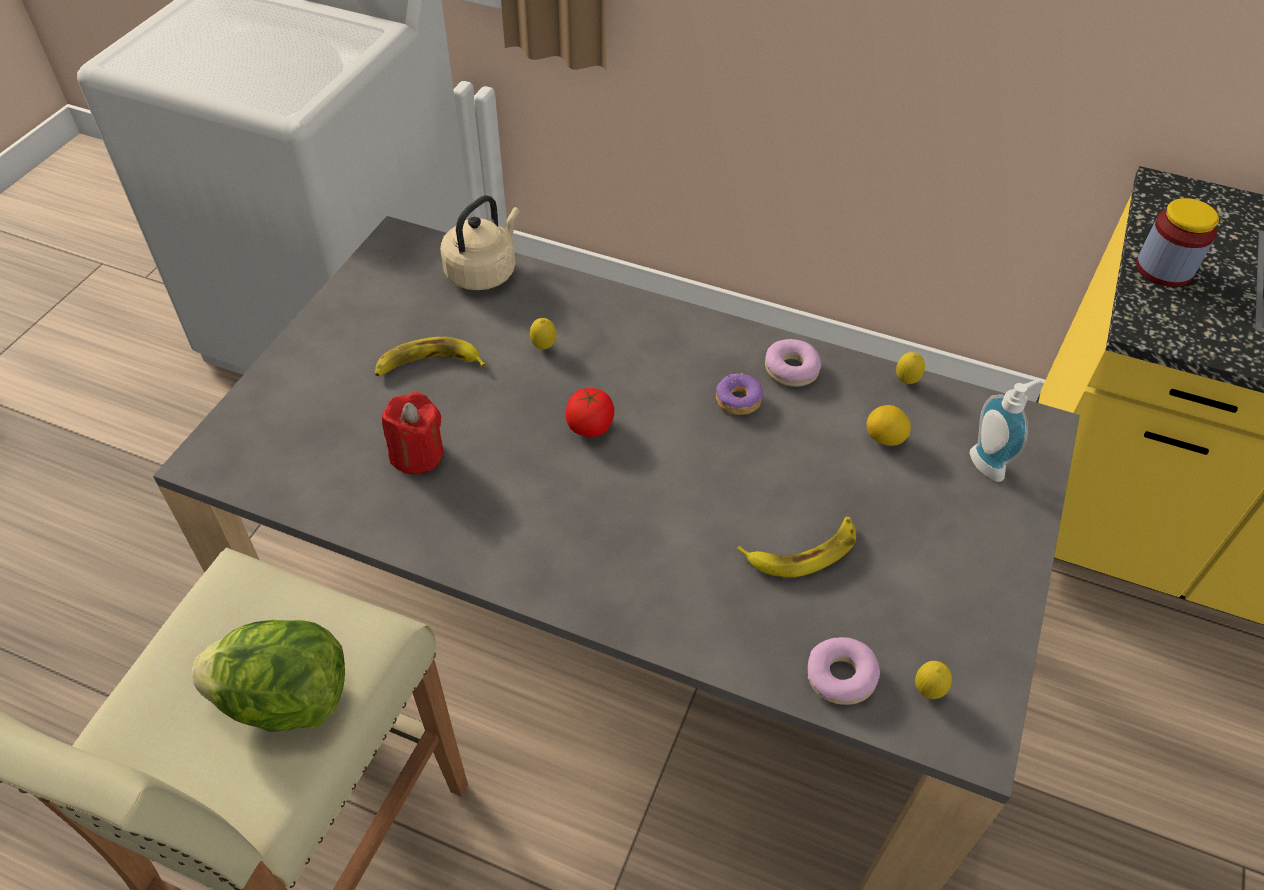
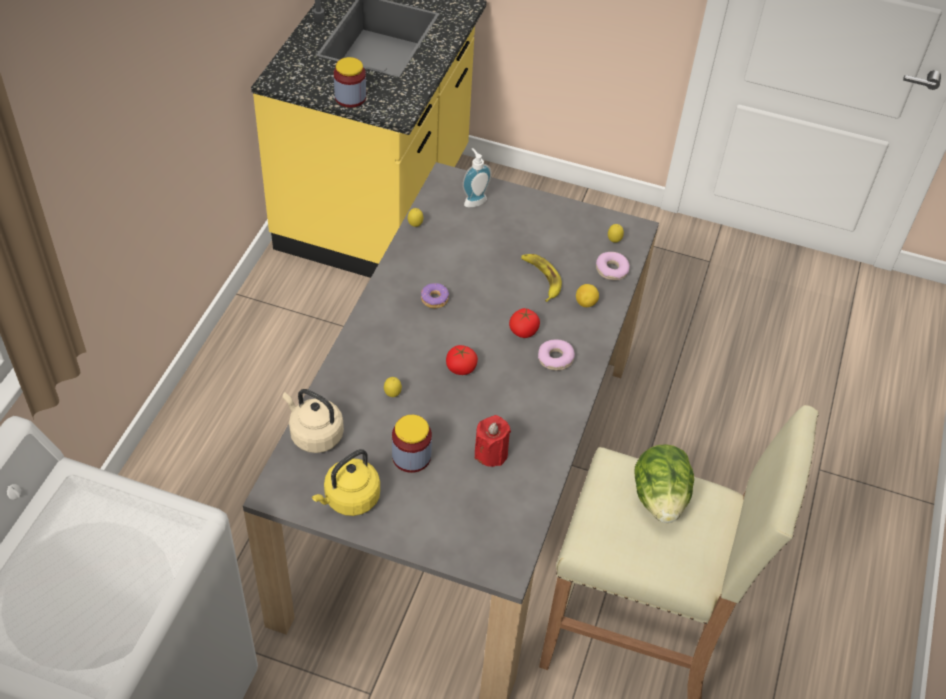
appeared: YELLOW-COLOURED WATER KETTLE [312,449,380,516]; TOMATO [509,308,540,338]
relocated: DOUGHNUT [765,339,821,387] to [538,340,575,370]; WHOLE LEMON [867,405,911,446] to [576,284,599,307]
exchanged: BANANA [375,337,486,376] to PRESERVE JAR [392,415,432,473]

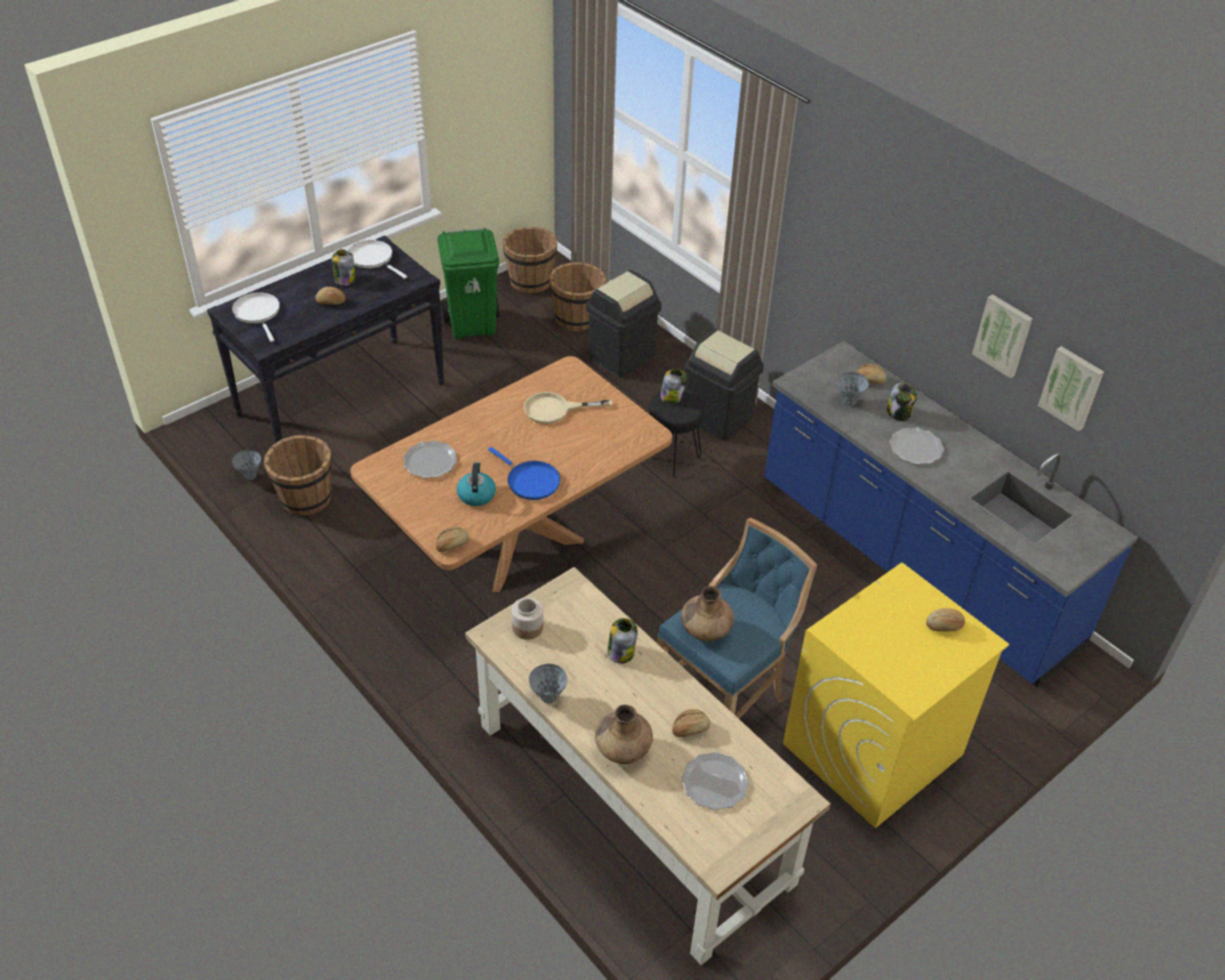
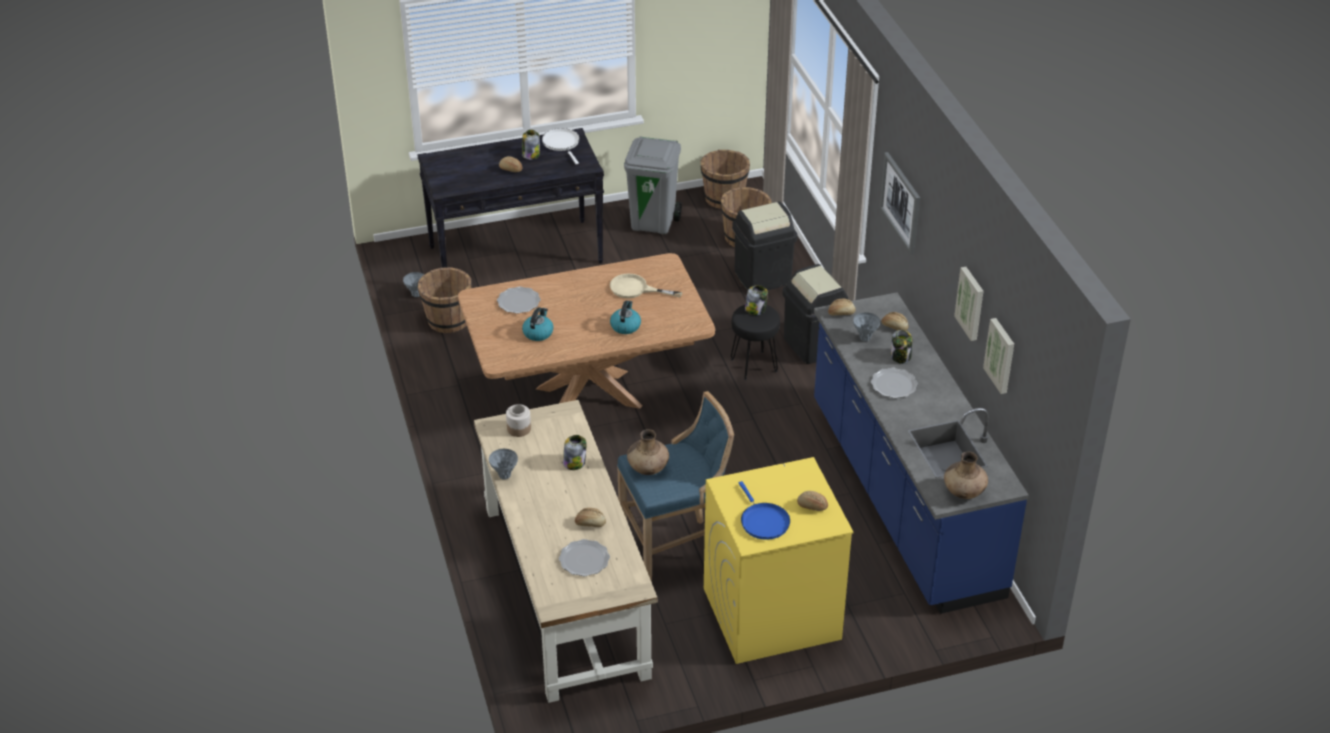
missing: WHITE FRYING PAN [232,292,280,342]
appeared: WATER KETTLE [610,301,641,334]; WALL ART [879,152,920,255]
relocated: BLUE FRYING PAN [488,447,560,500] to [739,481,790,540]; BAKERY BREAD [436,526,469,552] to [828,299,856,316]; BROWNISH DECORATIVE VASE [595,705,653,764] to [944,451,988,499]
colour: GREEN-COLOURED TRASH CAN [437,228,499,339] to GREY TRASH CAN [624,136,682,234]

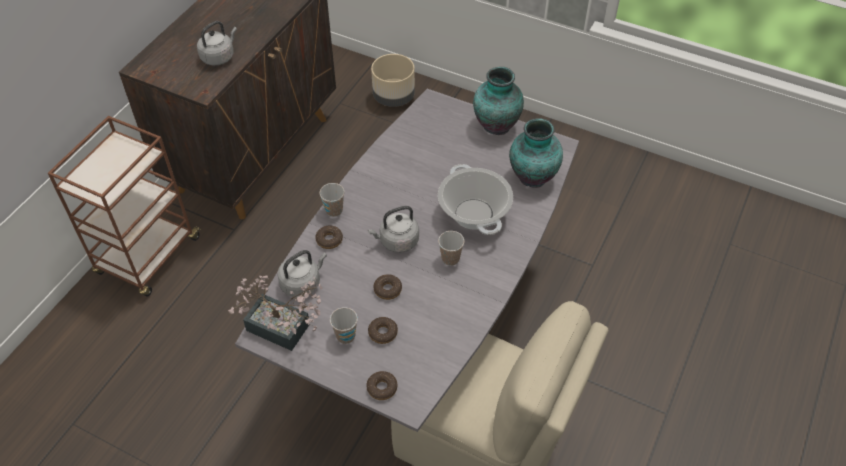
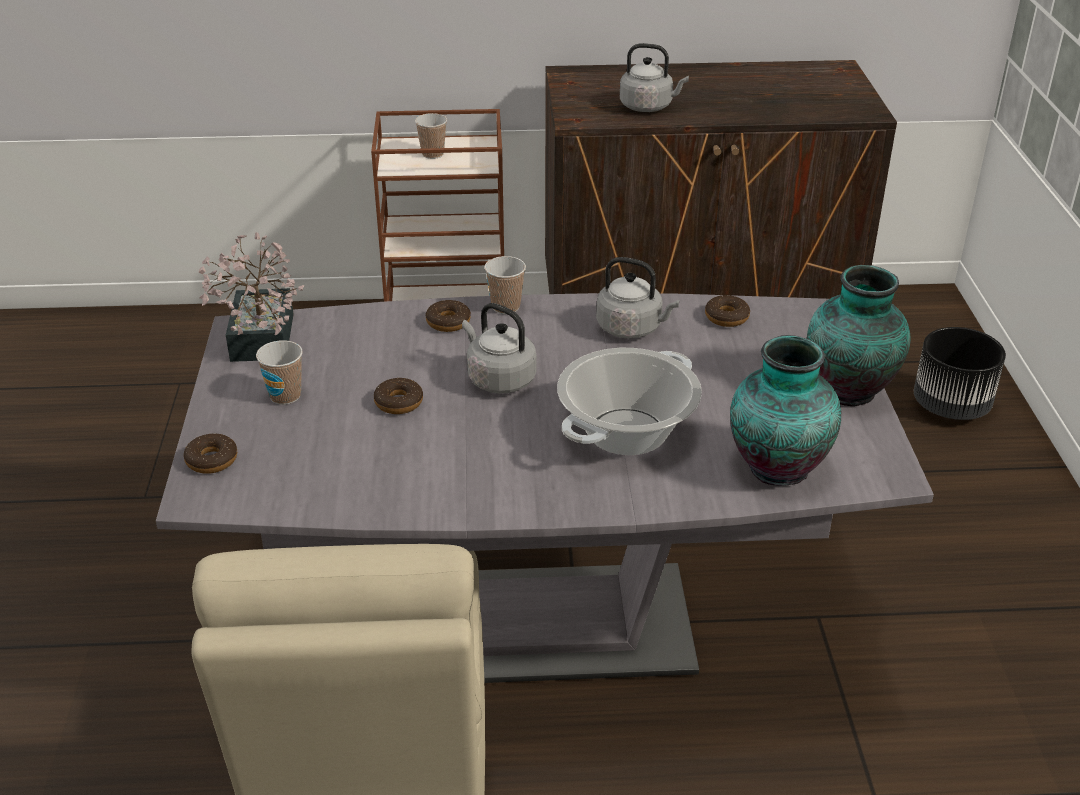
relocated: SMALL CUP [438,231,464,266] to [415,113,447,159]; GREY WATER KETTLE [278,250,327,297] to [596,257,679,339]; DOUGHNUT [368,317,398,344] to [705,295,750,327]
colour: BEIGE FLOWER POT [371,54,415,107] to BLACKISH FLOWER POT [914,327,1006,420]

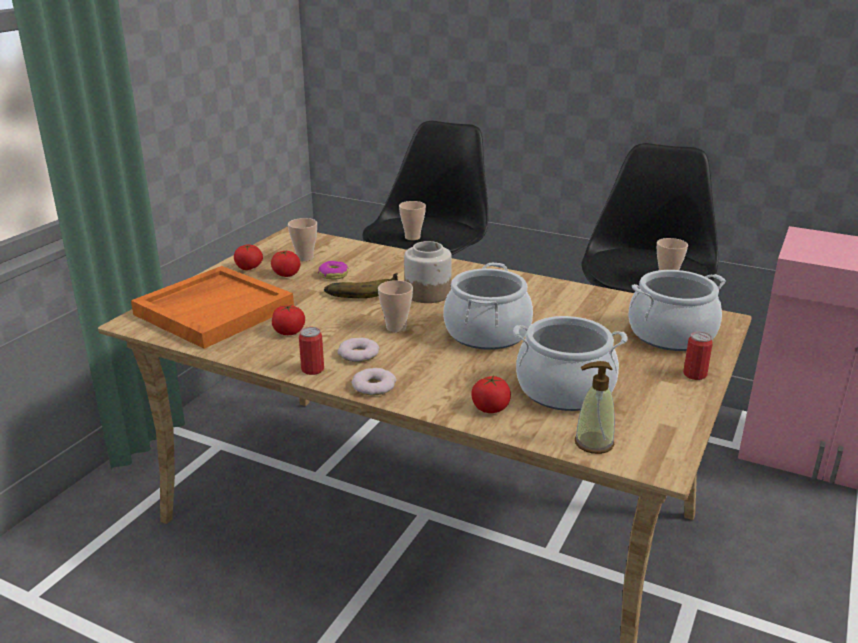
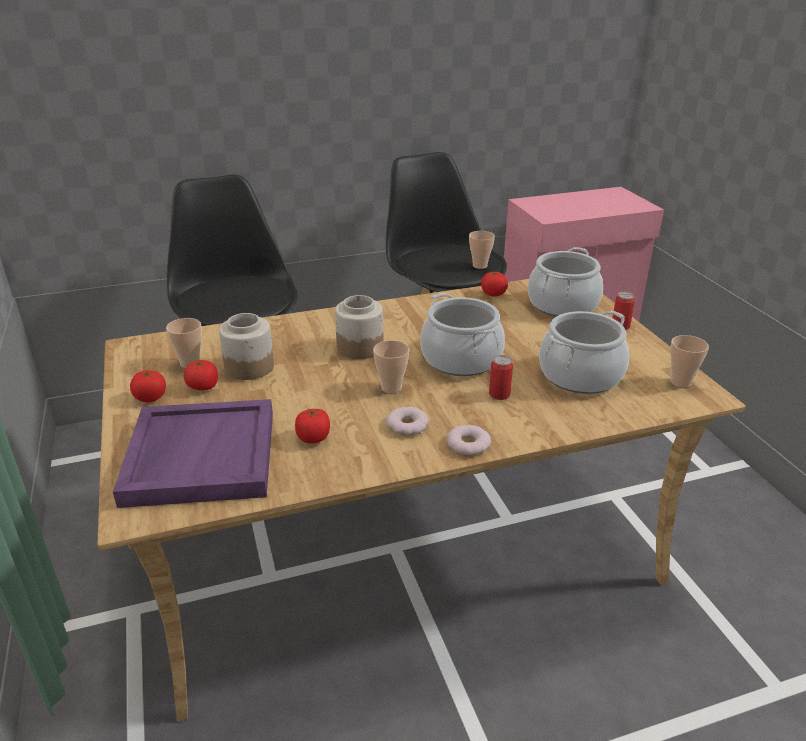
missing: BANANA [324,273,398,298]; SOAP DISPENSER [575,361,615,454]
relocated: TOMATO [471,376,511,413] to [481,272,508,297]; METAL CAN [299,327,324,375] to [489,355,513,400]; SMALL CUP [399,201,426,240] to [670,335,709,388]
exchanged: DOUGHNUT [318,261,349,280] to PRESERVE JAR [219,313,274,380]
colour: ORANGE-COLOURED TRAY [131,266,294,349] to PURPLISH TRAY [113,399,273,508]

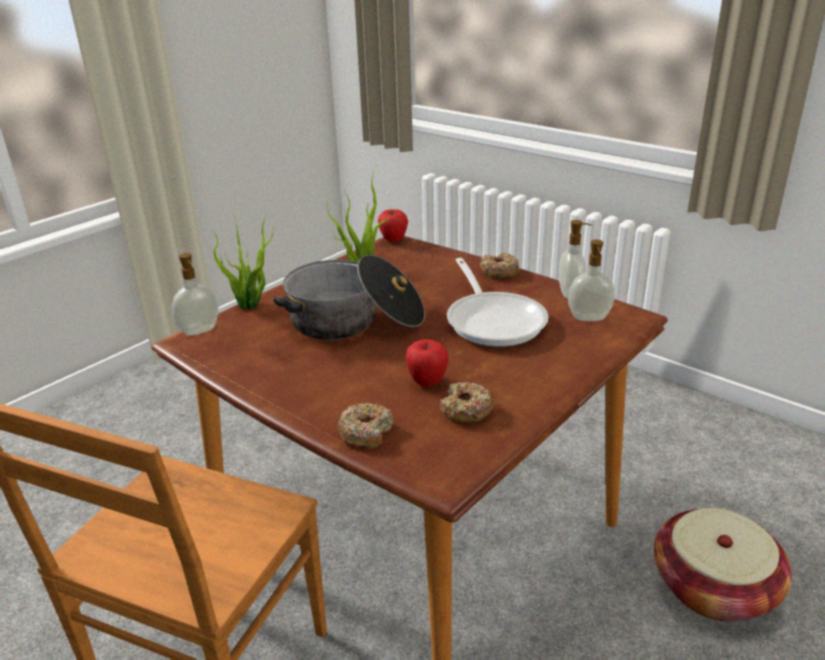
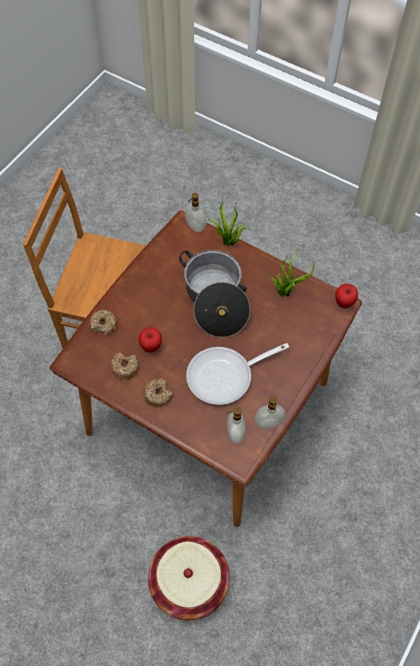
relocated: DOUGHNUT [480,252,520,279] to [143,379,173,408]

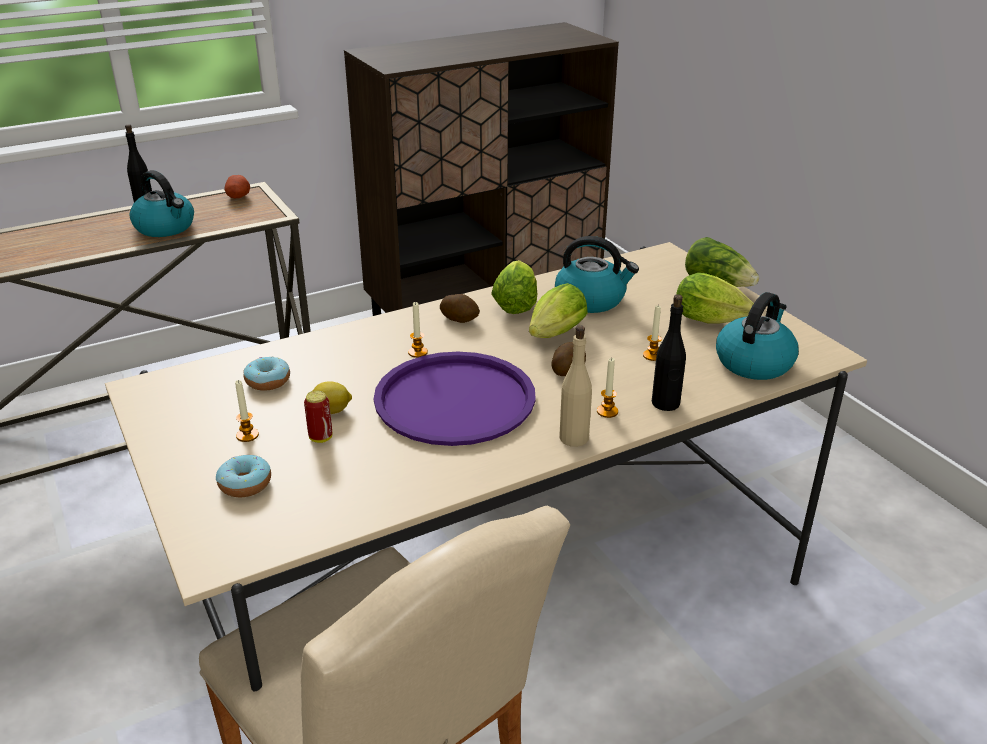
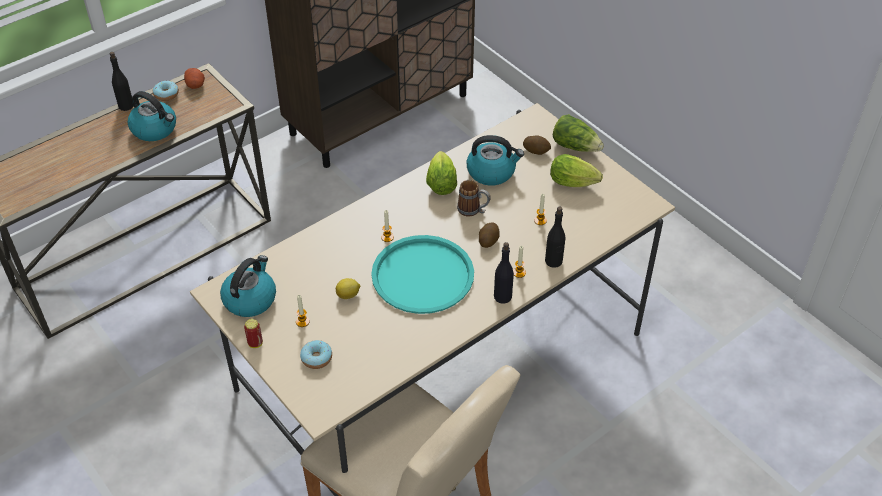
relocated: DOUGHNUT [244,356,290,391] to [153,81,179,101]; WATER KETTLE [716,292,799,380] to [220,255,276,317]; METAL CAN [304,390,332,443] to [244,319,263,348]; POTATO [440,294,480,323] to [523,135,551,155]
exchanged: LETTUCE [529,283,588,338] to TEA MUG [457,180,491,216]
colour: PURPLISH TRAY [374,352,536,446] to BLUE-GREEN TRAY [371,235,474,314]; BEIGE BEVERAGE BOTTLE [560,325,592,447] to BLACKISH BEVERAGE BOTTLE [494,242,514,304]

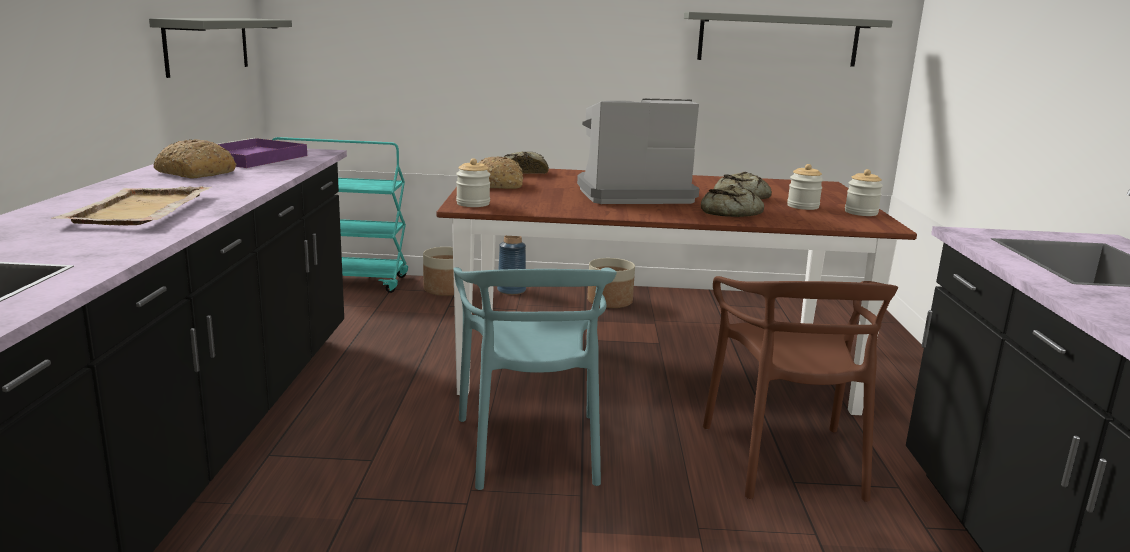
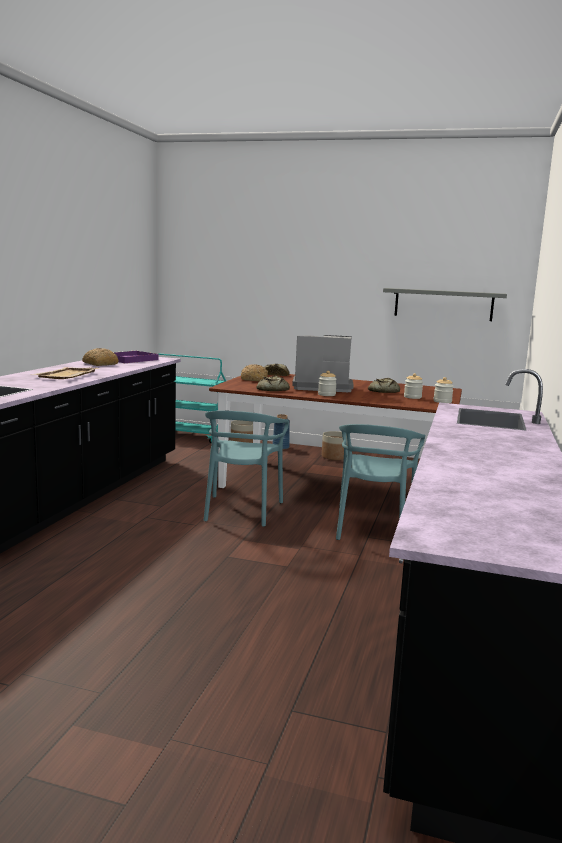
missing: GREY BRACKET SHELF [149,18,292,78]
relocated: BAKERY BREAD [701,185,764,217] to [256,376,290,391]; PRESERVE JAR [456,158,491,207] to [318,371,337,396]
colour: BROWNISH PLAIN CHAIR [703,276,898,502] to BLUE-GREEN PLAIN CHAIR [336,424,425,540]

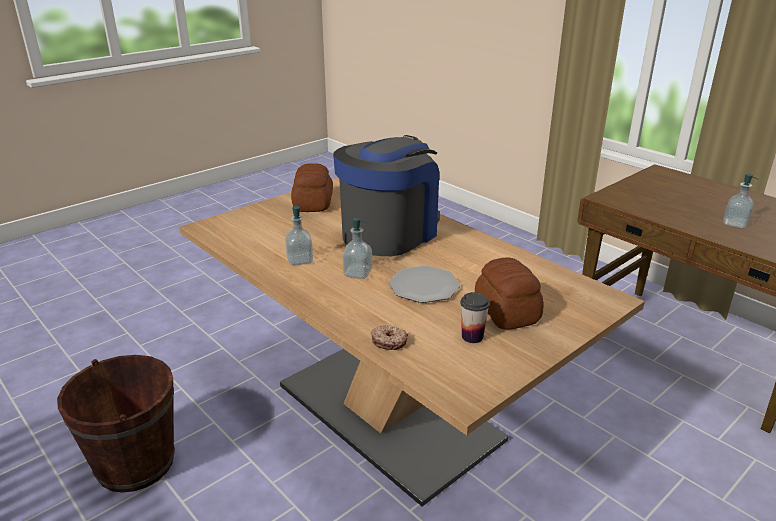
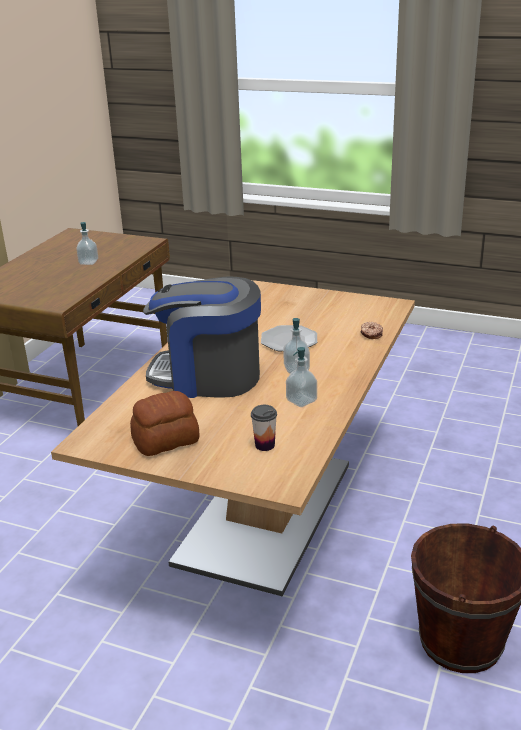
missing: BAKERY BREAD [475,257,544,330]
relocated: SMALL CUP [460,292,490,343] to [251,405,277,451]

